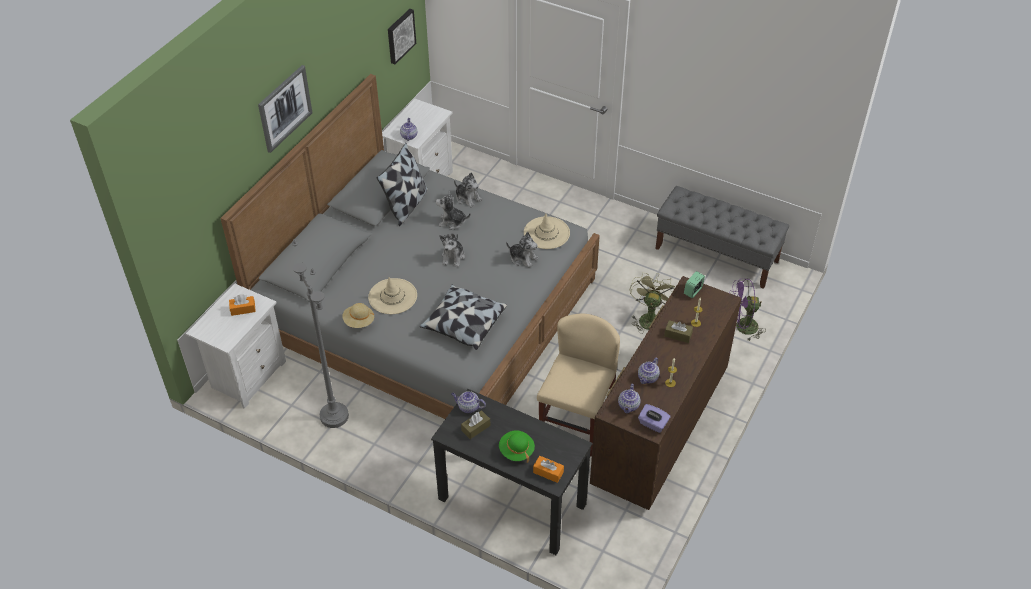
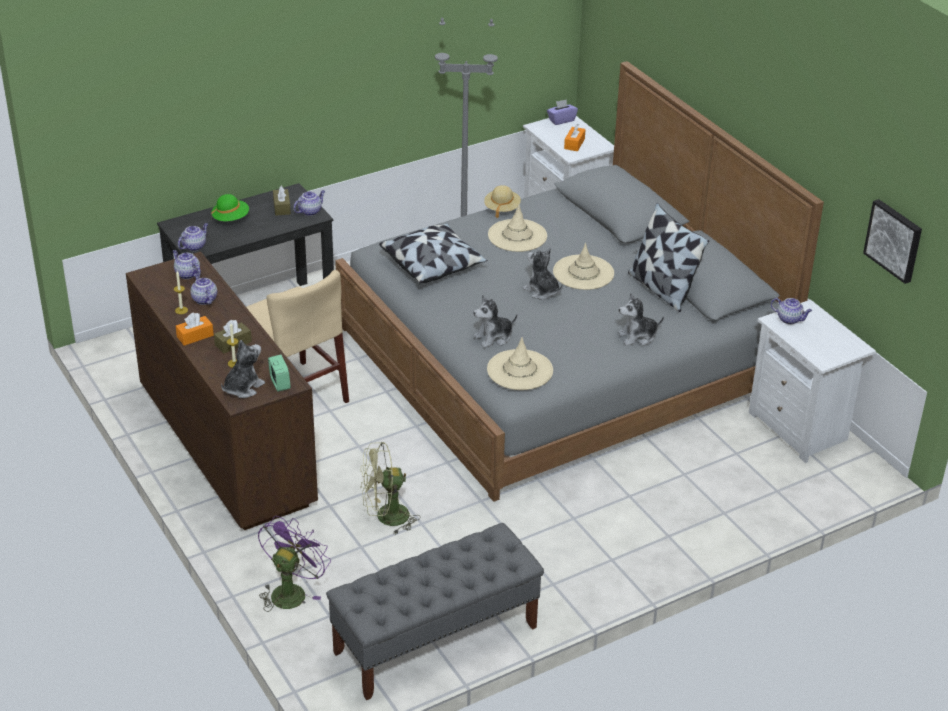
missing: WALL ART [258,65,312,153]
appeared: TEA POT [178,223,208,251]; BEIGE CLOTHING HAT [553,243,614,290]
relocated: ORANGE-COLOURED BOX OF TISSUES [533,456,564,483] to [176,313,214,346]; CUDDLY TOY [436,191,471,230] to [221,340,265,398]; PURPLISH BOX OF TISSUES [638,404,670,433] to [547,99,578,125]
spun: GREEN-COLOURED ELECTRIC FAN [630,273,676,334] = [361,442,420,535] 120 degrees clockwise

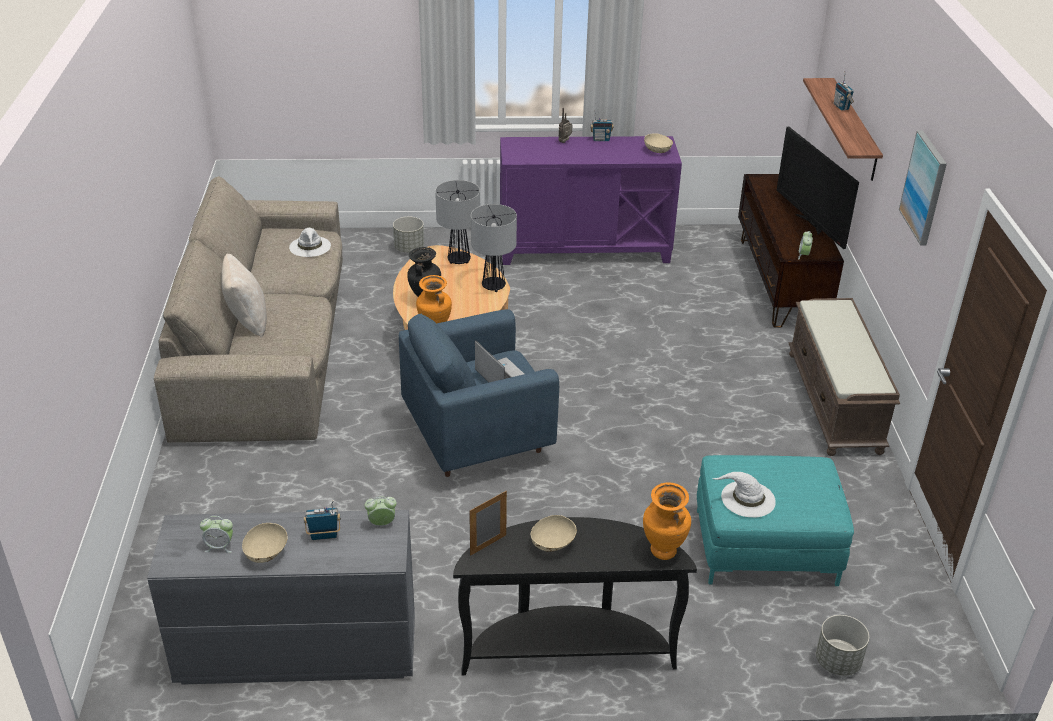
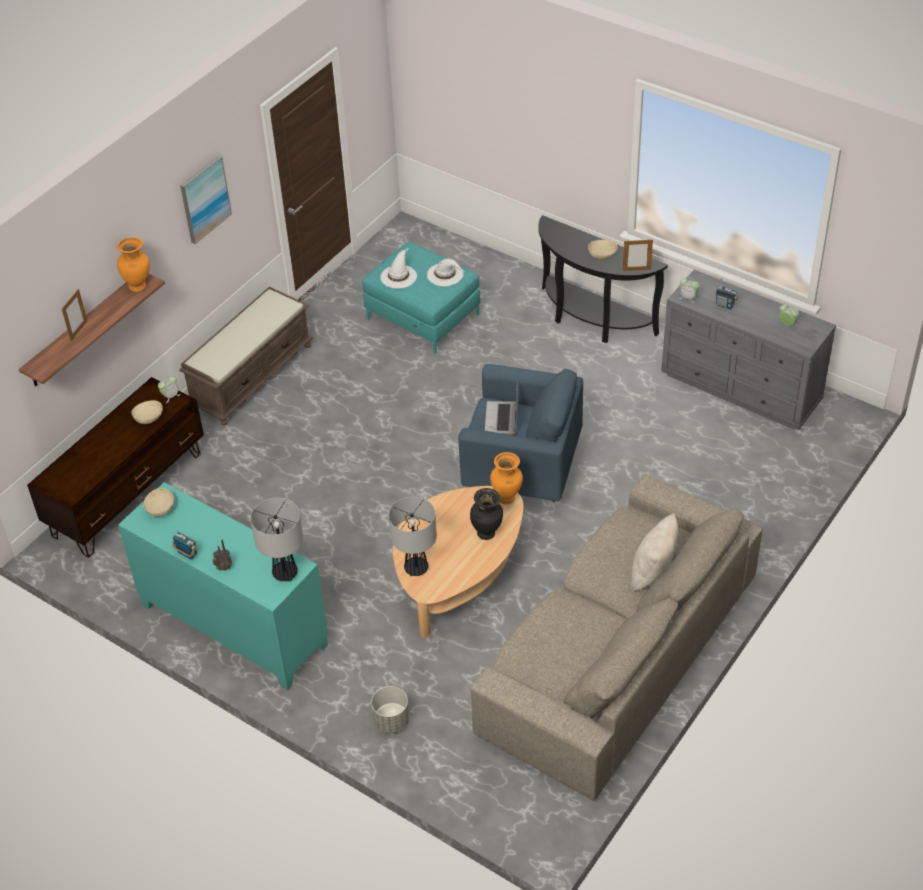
missing: TELEVISION [777,126,859,249]; GREY FLOWER POT [816,615,869,676]
relocated: ORANGE-COLOURED DECORATIVE VASE [643,483,691,560] to [117,237,150,292]; BEIGE BOWL [242,523,288,563] to [131,400,163,424]; TABLETOP LAMP [471,204,517,292] to [250,498,304,581]; WHITE CLOTHING HAT [289,228,331,257] to [381,247,417,289]
exchanged: RADIO SET [834,75,854,111] to PHOTO FRAME [62,289,87,341]
colour: PURPLISH CABINET [500,136,682,265] to BLUE-GREEN CABINET [118,482,328,690]

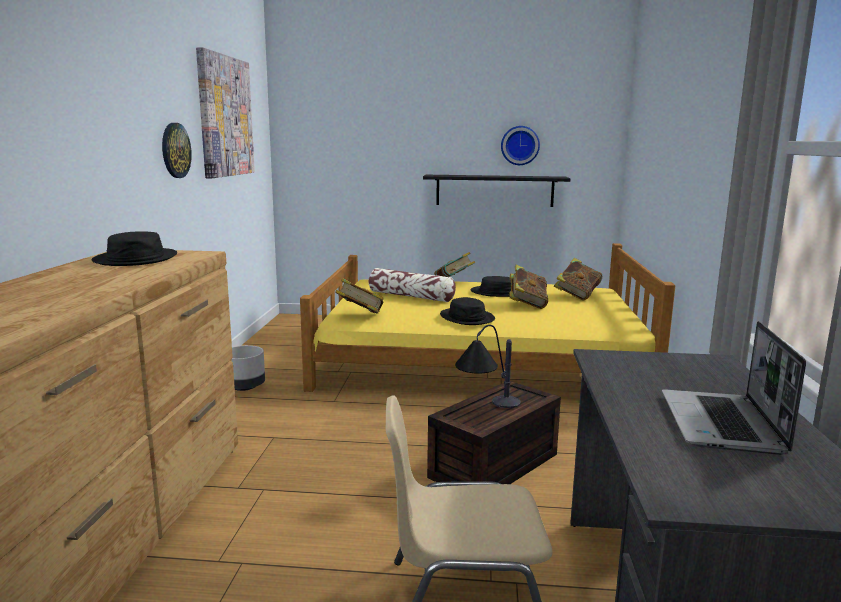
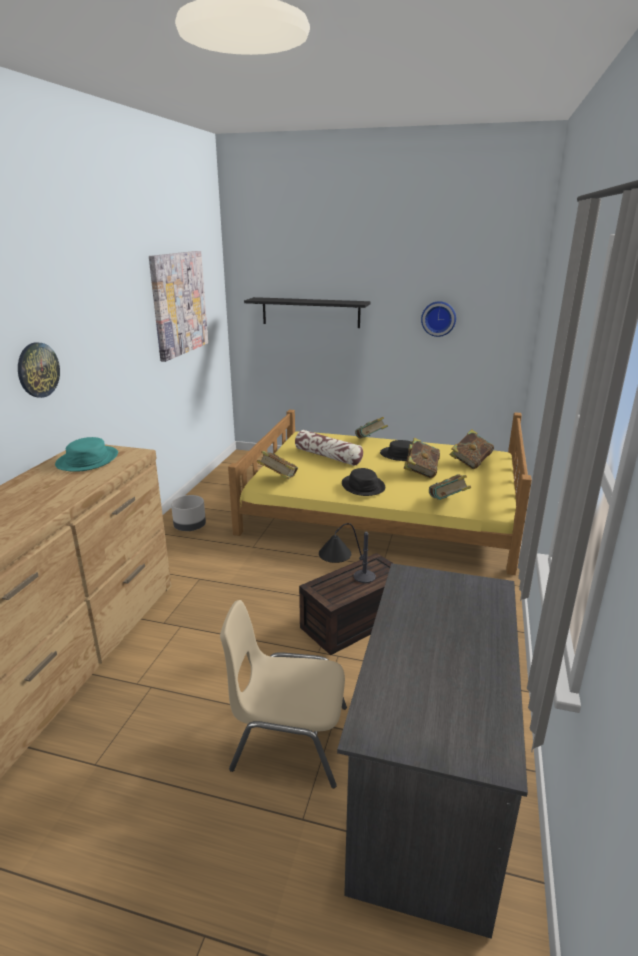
missing: NOTEBOOK COMPUTER [662,321,806,455]
appeared: BOUND BOOK [429,474,471,500]
relocated: CLOCK ON THE WALL [162,123,192,178] to [18,343,60,398]; BLACKISH BRACKET SHELF [423,175,570,207] to [244,297,371,328]
colour: BLACKISH CLOTHING HAT [92,231,177,266] to BLUE-GREEN CLOTHING HAT [55,437,118,472]

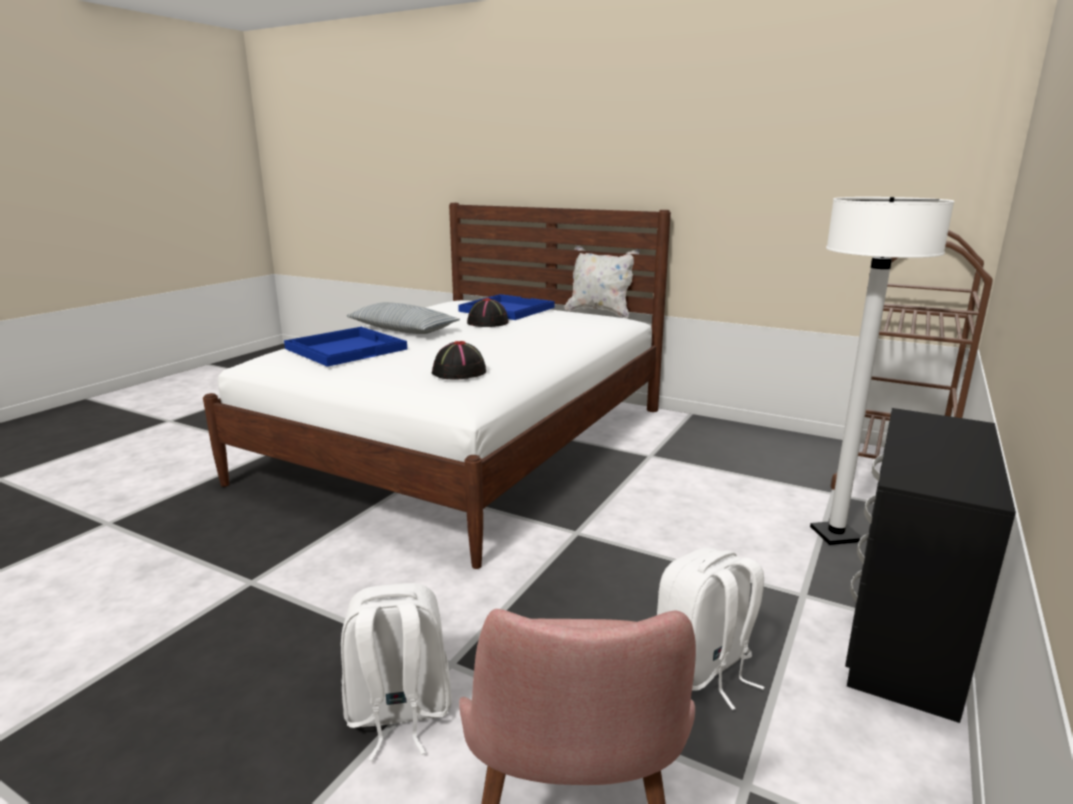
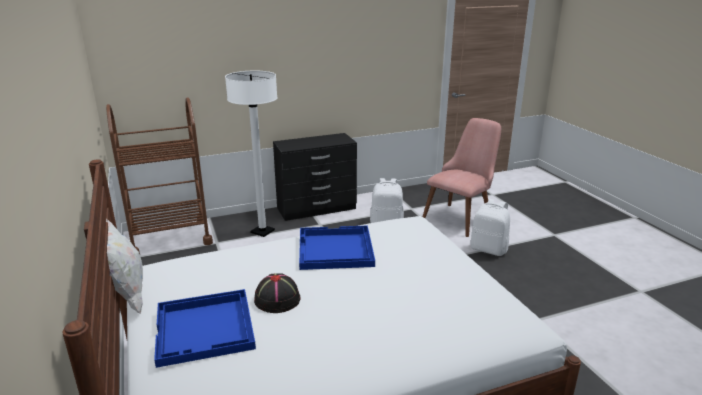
missing: PILLOW [346,302,460,334]; BLACKISH CLOTHING HAT [432,341,486,380]
relocated: BLUE TRAY [284,327,407,367] to [299,226,375,270]

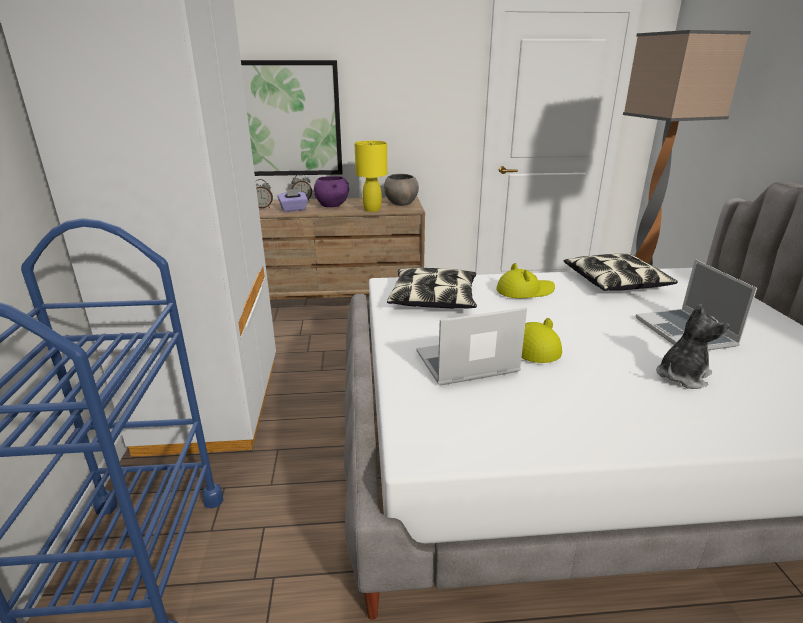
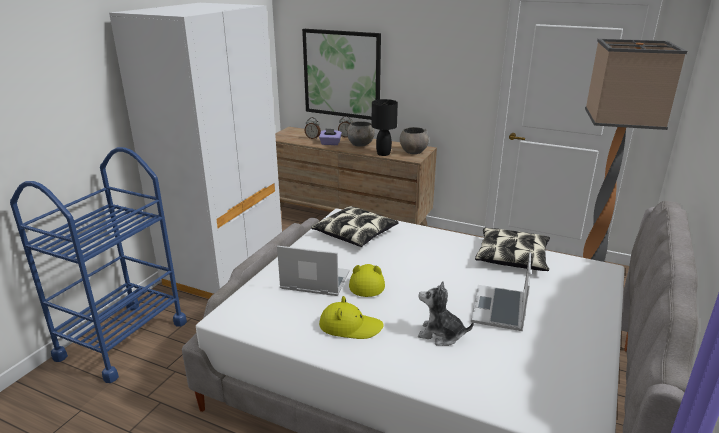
relocated: YELLOW-COLOURED CLOTHING HAT [496,263,555,298] to [319,296,384,339]
colour: PURPLISH BOWL [314,176,349,207] to GREY BOWL [347,121,375,147]; YELLOW-COLOURED TABLETOP LAMP [354,141,387,212] to BLACKISH TABLETOP LAMP [372,99,398,156]
spun: CUDDLY TOY [656,304,730,389] = [418,281,474,346] 150 degrees counterclockwise

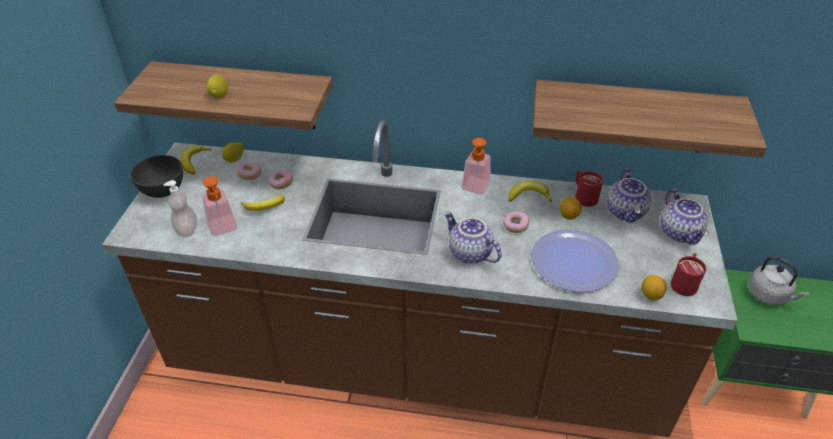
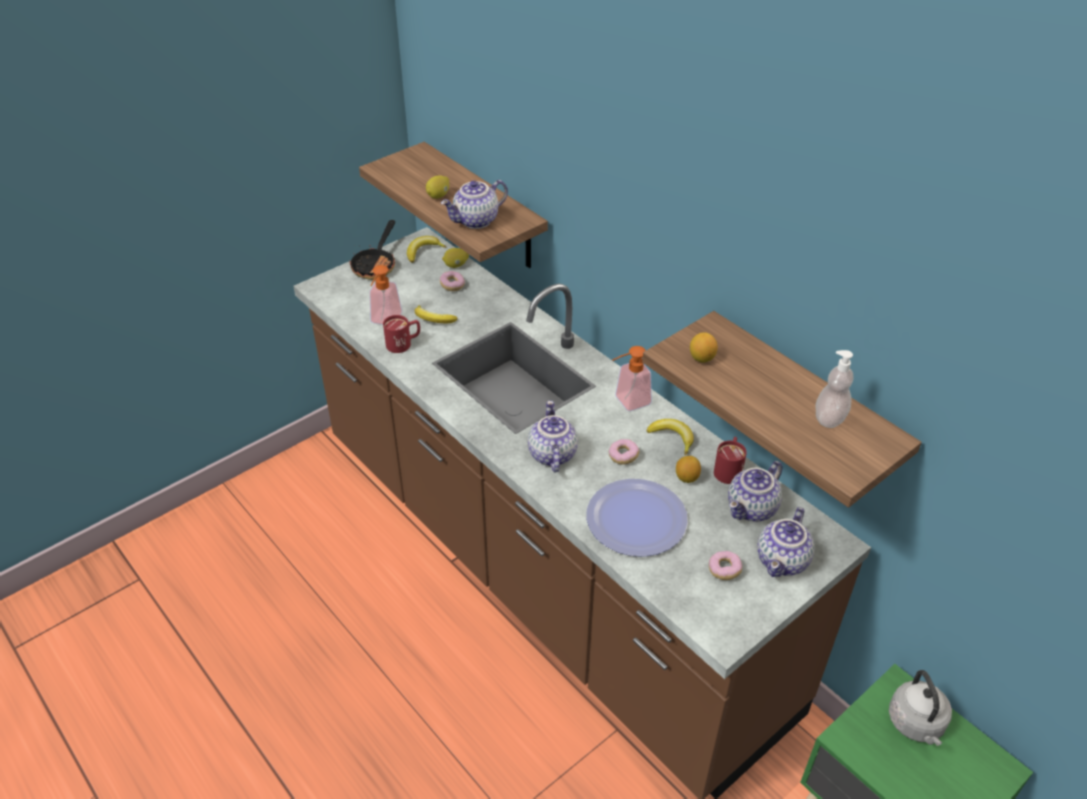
appeared: TEA POT [441,180,508,229]
relocated: REDDISH TEA MUG [671,253,706,296] to [383,315,420,353]; WHOLE LEMON [641,275,667,300] to [690,332,718,363]; DOUGHNUT [269,170,293,189] to [709,551,742,580]; SOAP DISPENSER [164,180,197,237] to [816,350,853,428]
exchanged: GREY BOWL [130,155,183,198] to FRYING PAN [349,220,395,280]

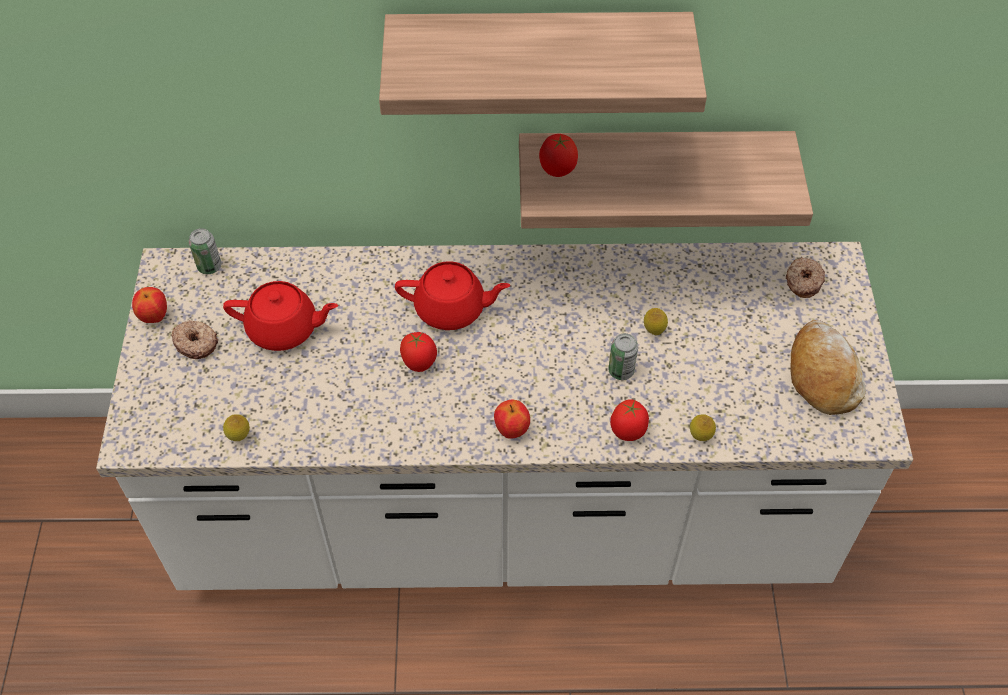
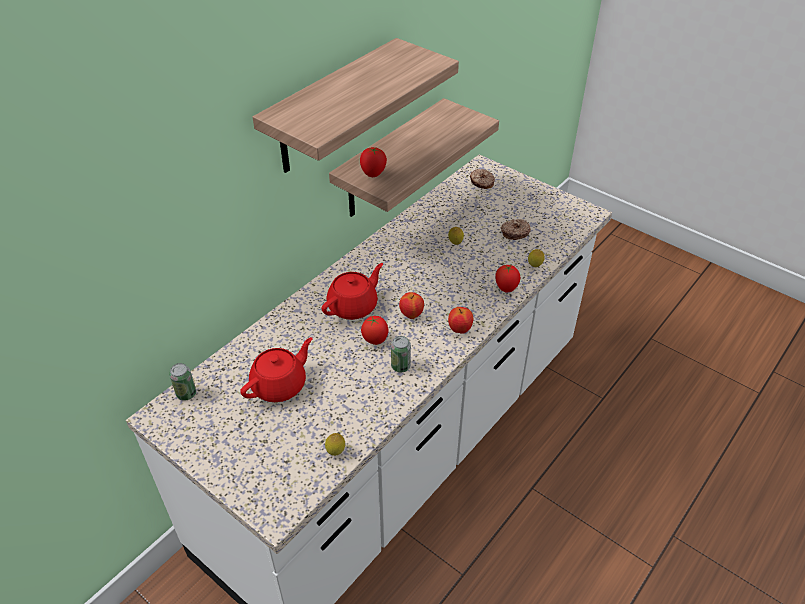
missing: BAKERY BREAD [790,320,866,415]
relocated: METAL CAN [608,333,638,380] to [391,336,411,373]; APPLE [132,287,167,323] to [399,292,424,319]; DOUGHNUT [171,320,218,359] to [500,219,531,240]

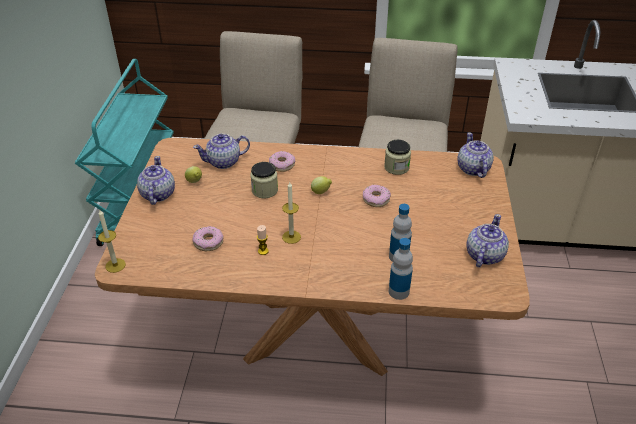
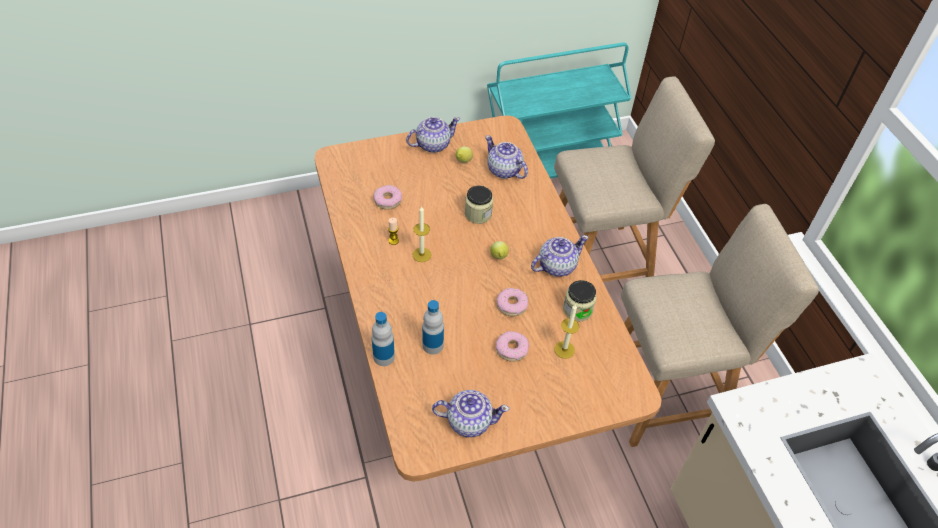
relocated: DOUGHNUT [269,151,295,172] to [496,331,529,362]; TEA POT [457,132,494,178] to [531,235,588,277]; WAX LIGHT [98,210,126,273] to [554,304,579,359]

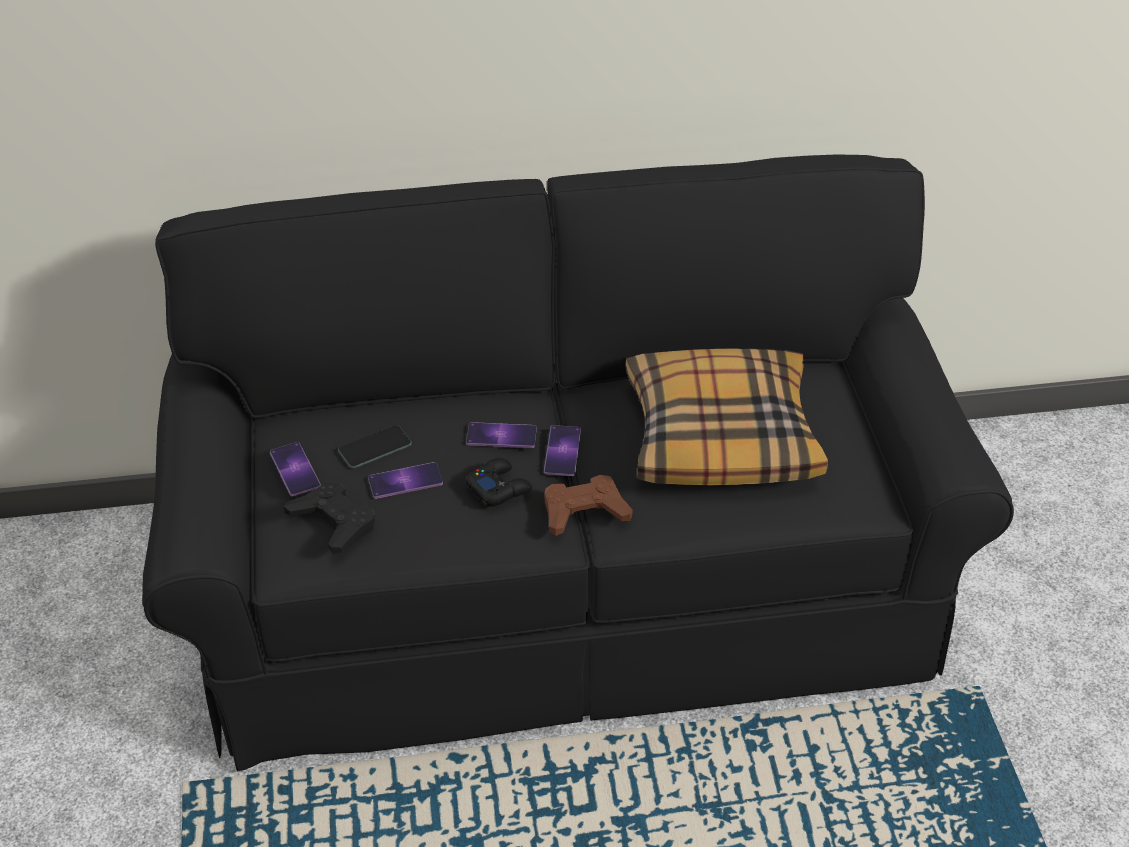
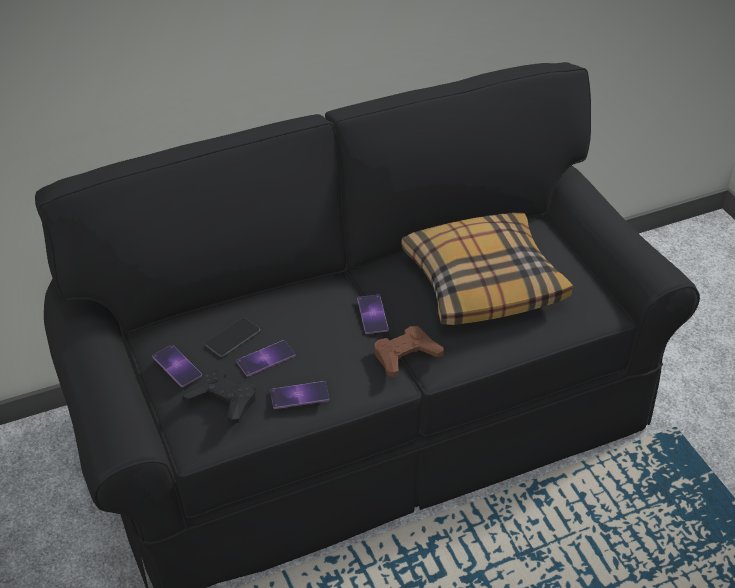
missing: BLACKISH GAME CONTROLLER [466,458,532,506]
relocated: PHONE [466,422,537,448] to [270,381,329,409]

